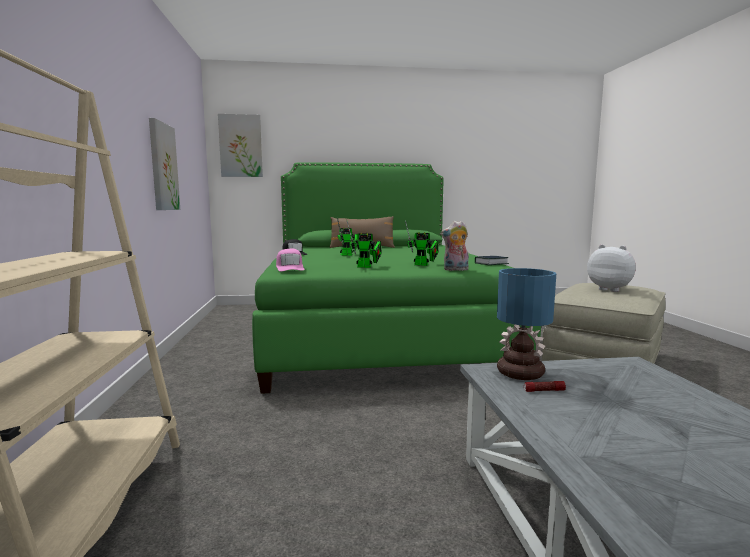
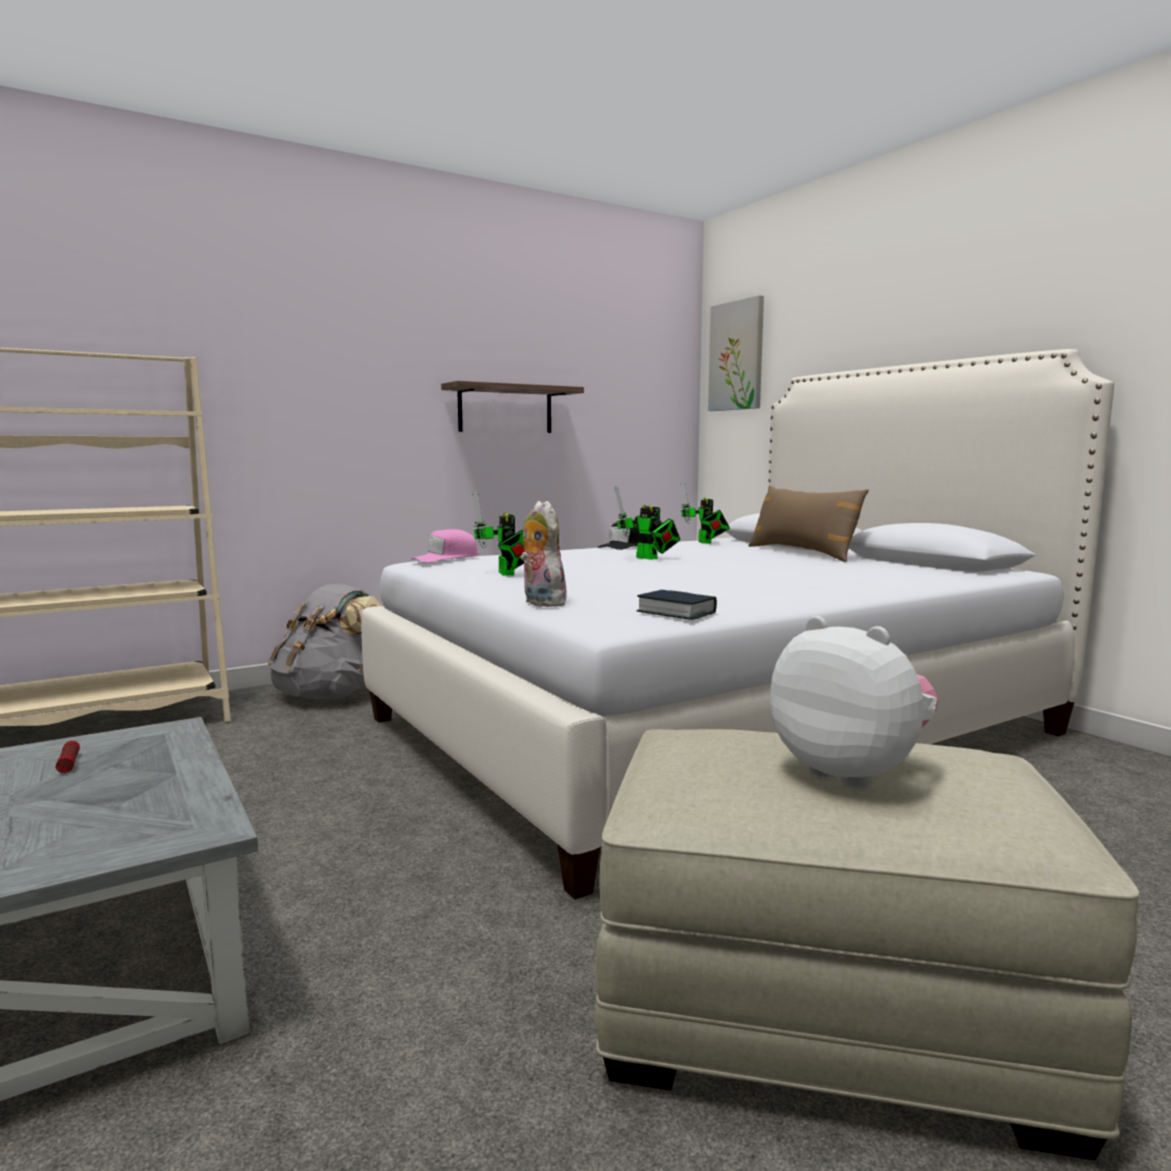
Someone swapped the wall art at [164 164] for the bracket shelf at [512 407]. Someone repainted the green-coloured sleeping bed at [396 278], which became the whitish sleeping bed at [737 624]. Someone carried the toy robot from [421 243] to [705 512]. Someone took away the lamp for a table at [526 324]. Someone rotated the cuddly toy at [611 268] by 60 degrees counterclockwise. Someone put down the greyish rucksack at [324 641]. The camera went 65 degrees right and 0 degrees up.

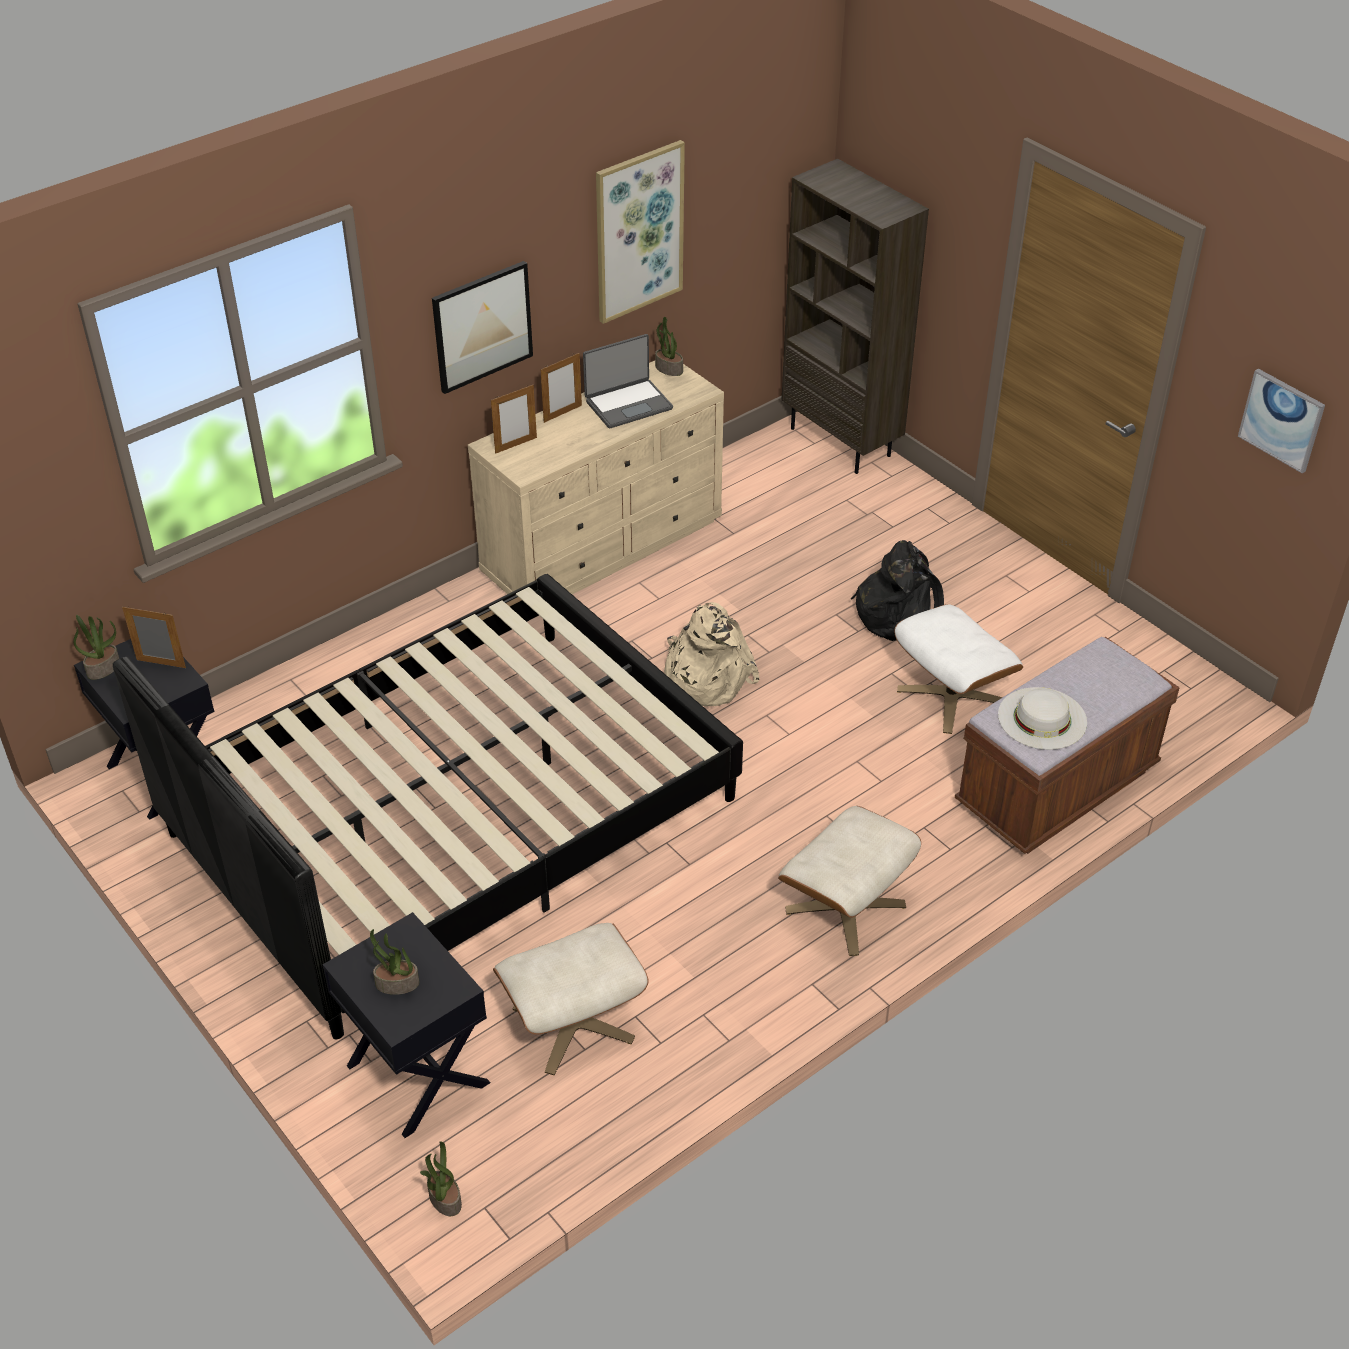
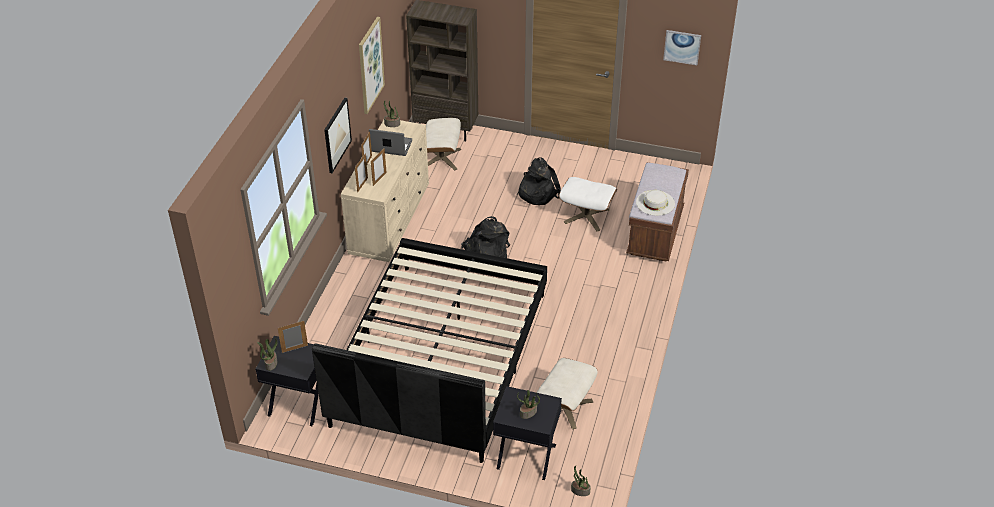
Someone rotated the laptop at [628 381] by 105 degrees counterclockwise. Someone repainted the beige rucksack at [712 654], which became the black rucksack at [485 237]. Someone carried the beige ottoman from [849 881] to [443 144]. Someone put down the photo frame at [379 167]. The camera went 35 degrees left and 0 degrees up.

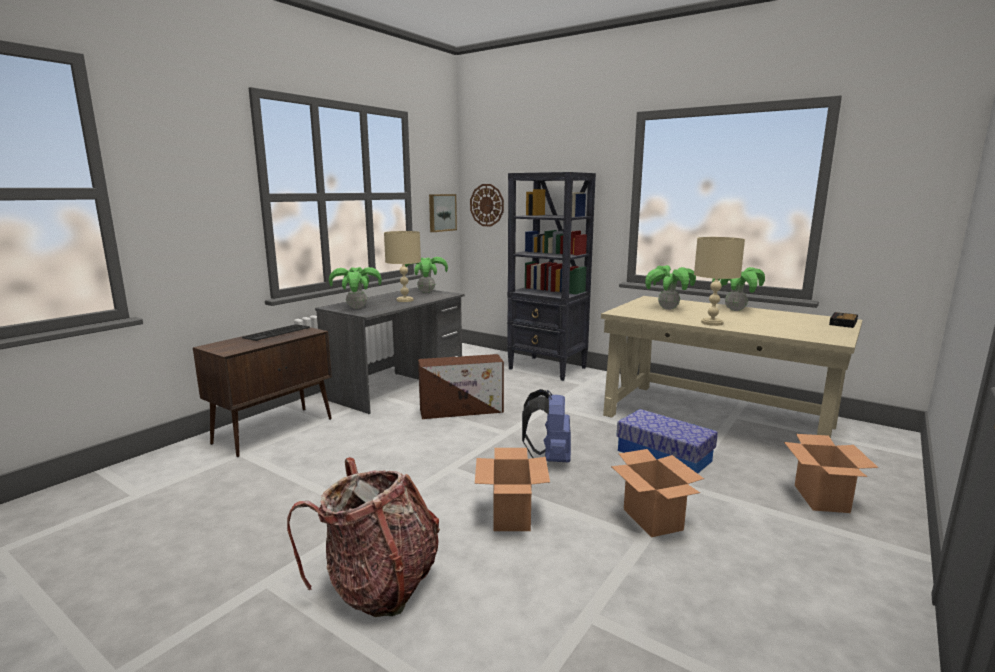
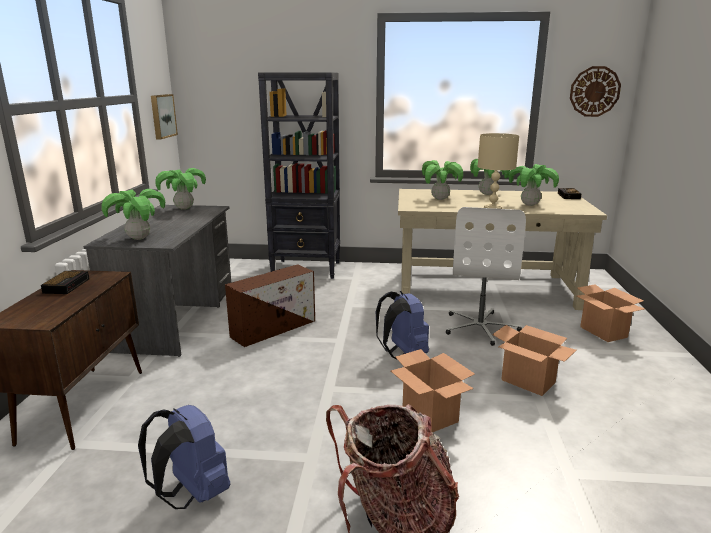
Someone swapped the PC keyboard at [276 332] for the alarm clock at [65 282]. Someone took away the beige lamp for a table at [402 266]. Someone carried the clock on the wall from [487 205] to [595 91]. Someone swapped the storage box at [667 441] for the whitish desk chair at [486 276]. Someone put down the blue rucksack at [184 457]. Someone put down the plant in a pot at [533 185]. The camera went 30 degrees left and 5 degrees up.

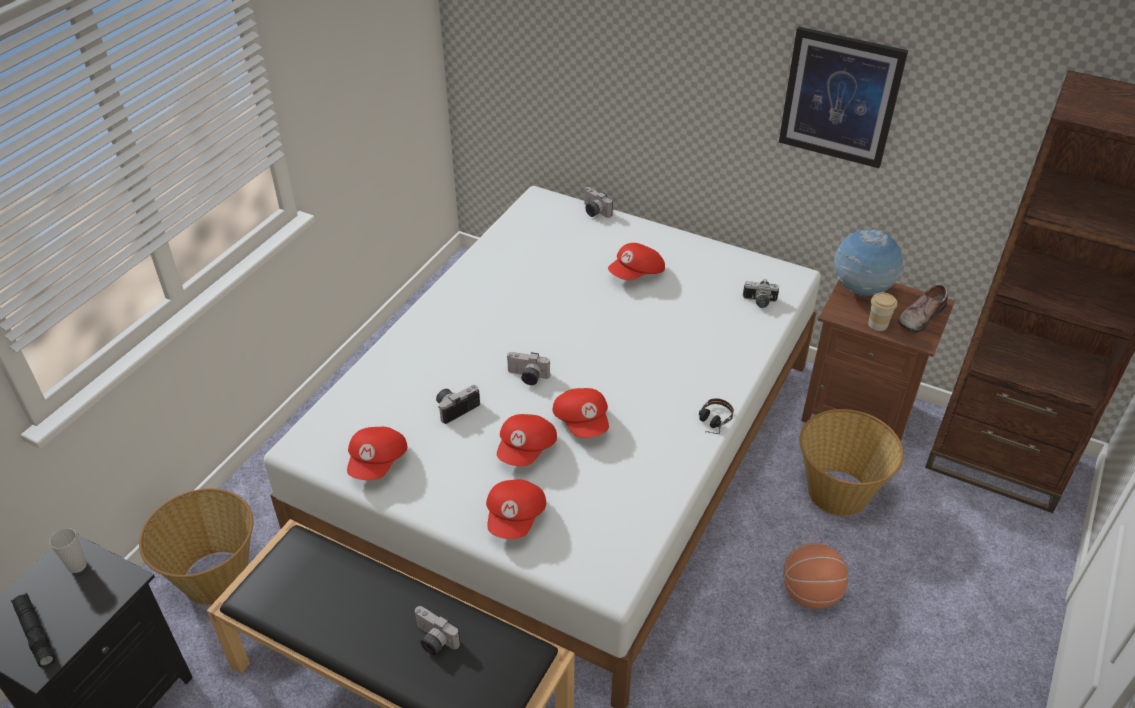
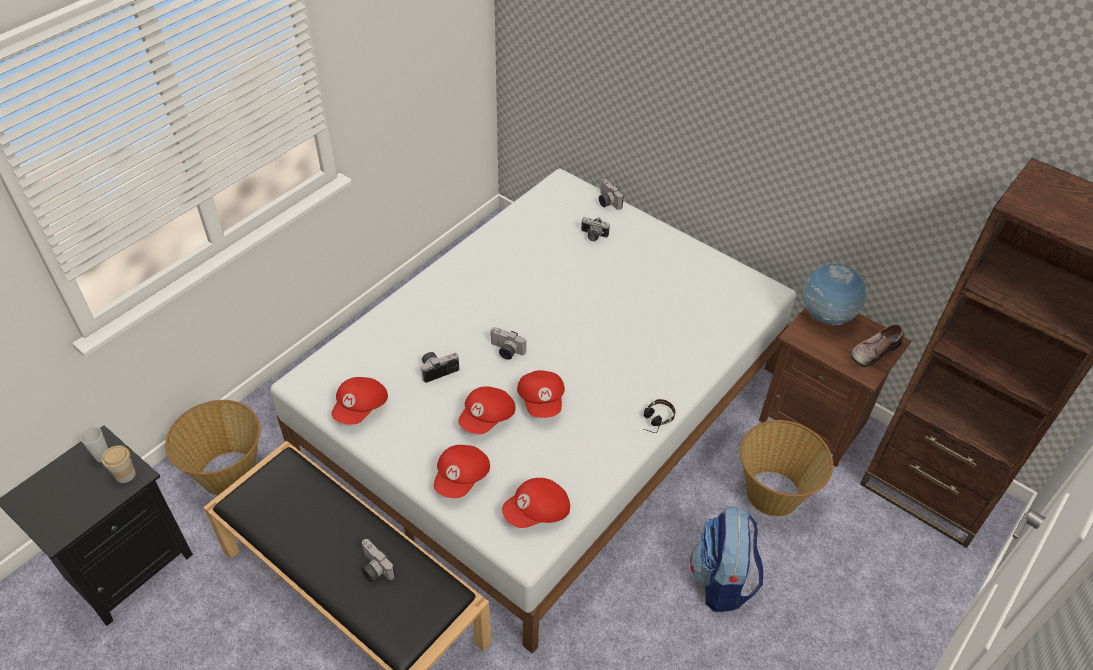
Someone took away the black flashlight at [33 630]. Someone carried the red-coloured peaked cap from [636 262] to [536 503]. Someone carried the still camera from [761 293] to [595 229]. Someone took away the wall art at [843 97]. Someone swapped the basketball at [815 576] for the rucksack at [726 559]. Someone carried the cup from [882 311] to [119 464]. The camera went 10 degrees right and 5 degrees up.

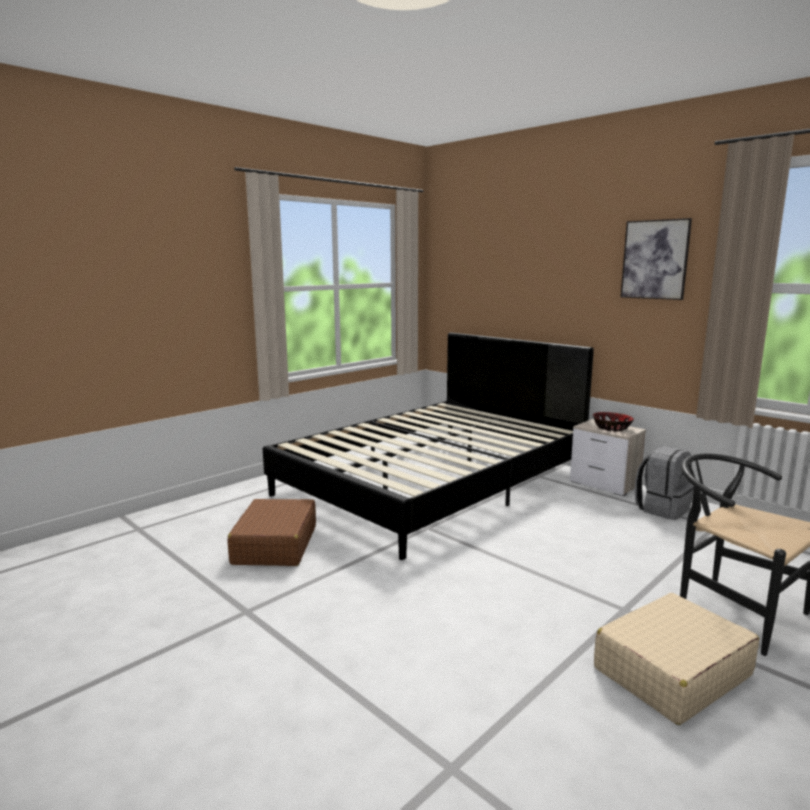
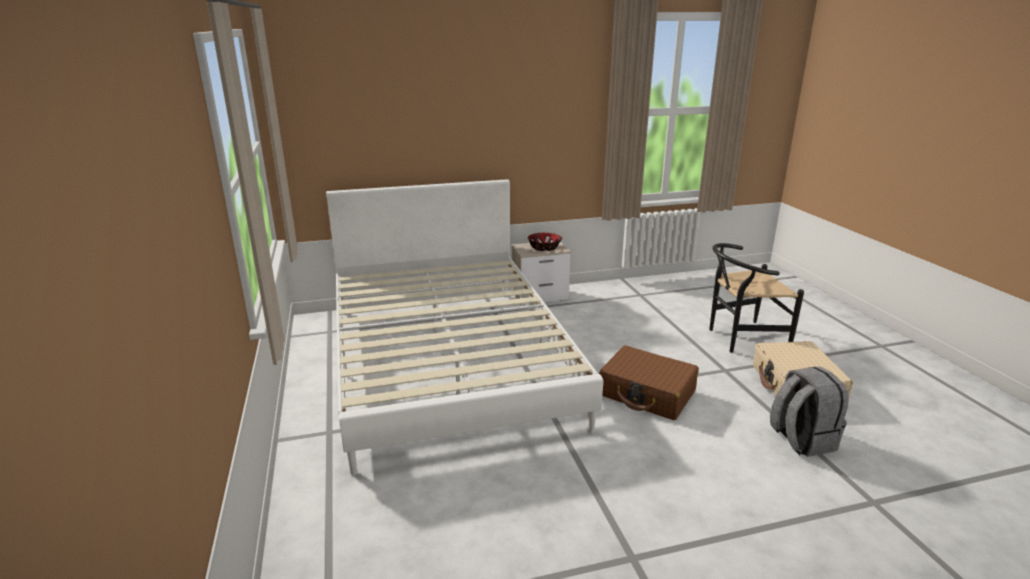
Someone carried the brown-coloured piece of luggage from [272 532] to [649 382]. Someone repainted the black sleeping bed at [428 446], which became the whitish sleeping bed at [464 327]. Someone took away the wall art at [656 259]. Someone carried the greyish rucksack from [664 483] to [809 411]. The camera went 60 degrees left and 10 degrees up.

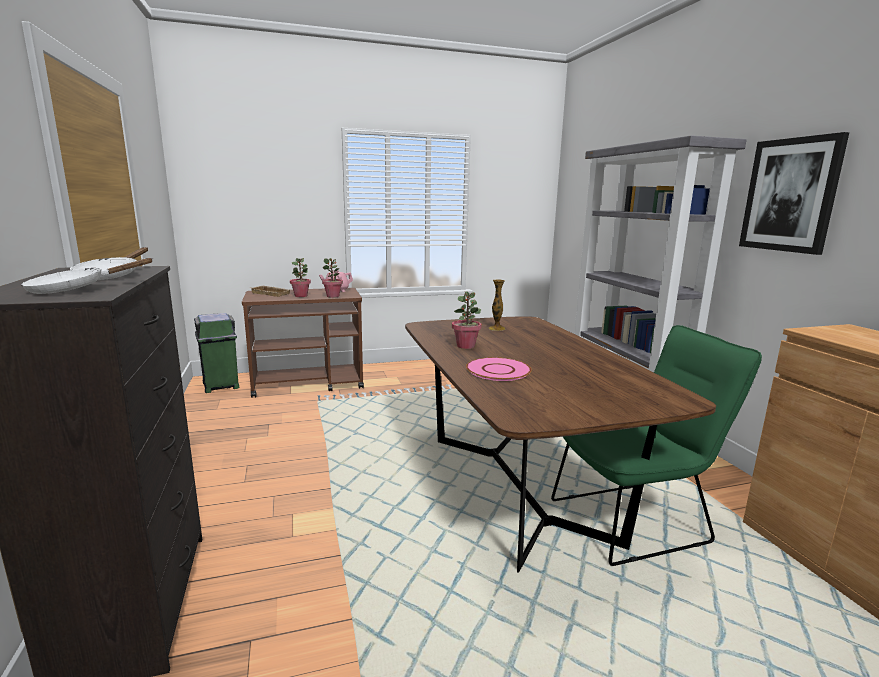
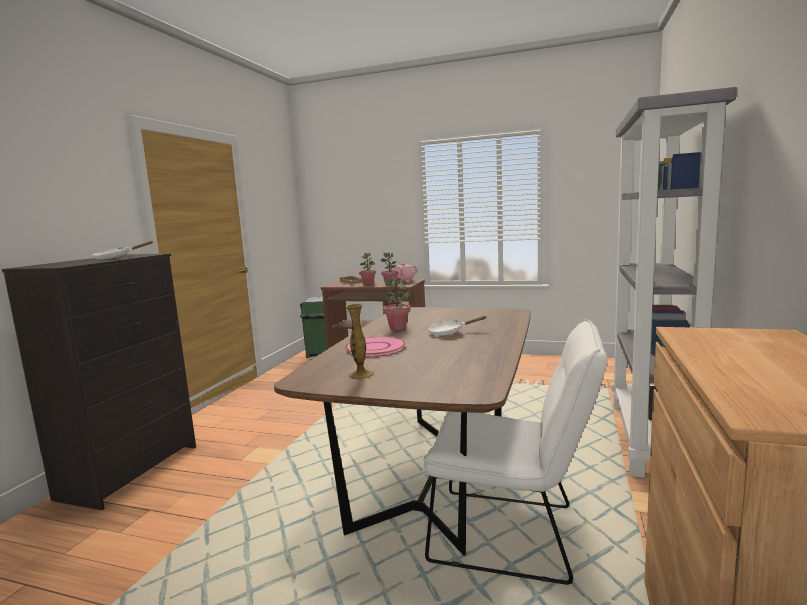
Someone carried the whitish skillet from [87 276] to [457 326]. Someone carried the decorative vase from [497 305] to [359 341]. Someone repainted the green-coloured plain chair at [656 445], which became the whitish plain chair at [515 452]. Someone took away the wall art at [794 193]. The camera went 35 degrees right and 5 degrees down.

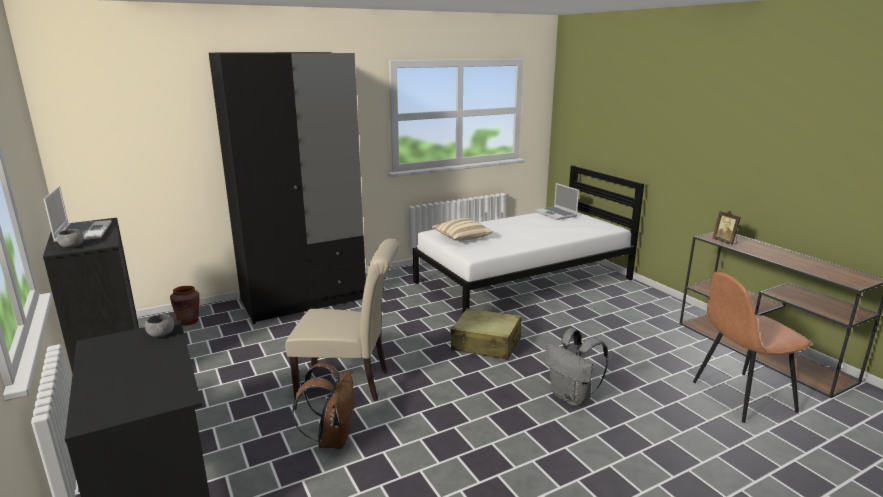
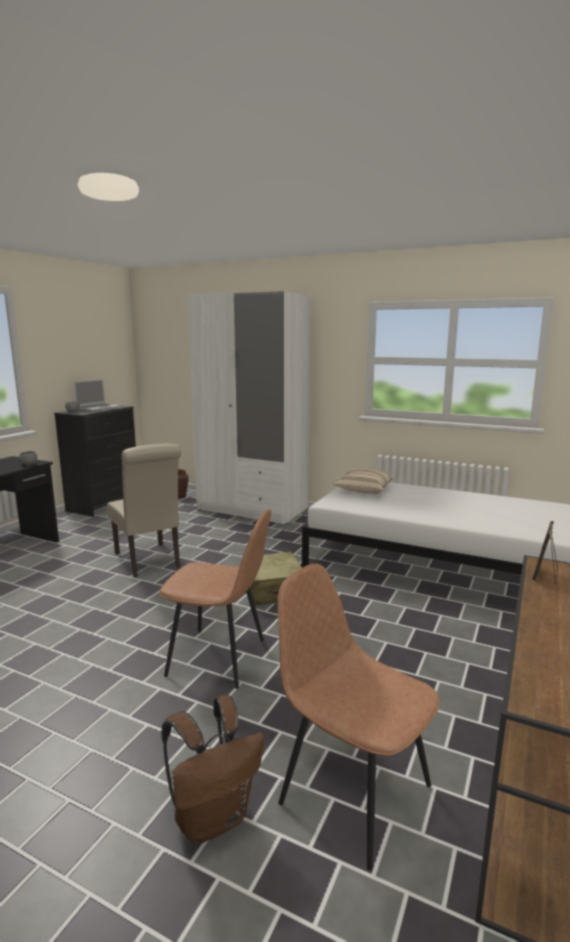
Someone repainted the black wardrobe at [287 188], which became the whitish wardrobe at [249 408]. Someone carried the brown-coloured rucksack from [323 406] to [213 769]. Someone took away the laptop at [557 201]. Someone swapped the greyish rucksack at [576 367] for the brown-coloured plain chair at [215 599]. The camera went 55 degrees right and 5 degrees down.

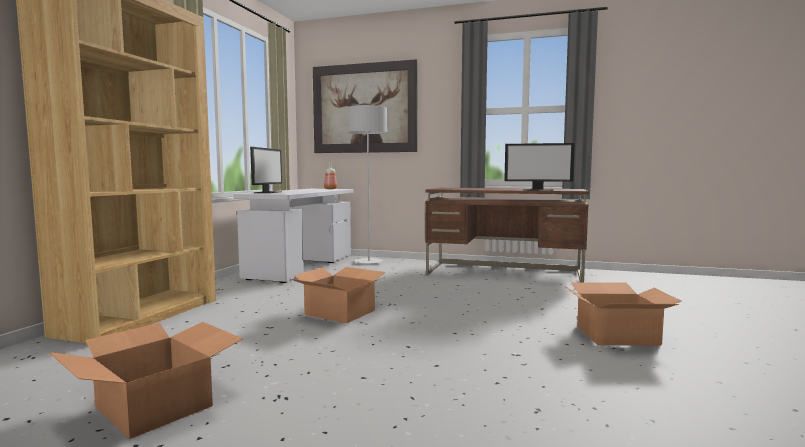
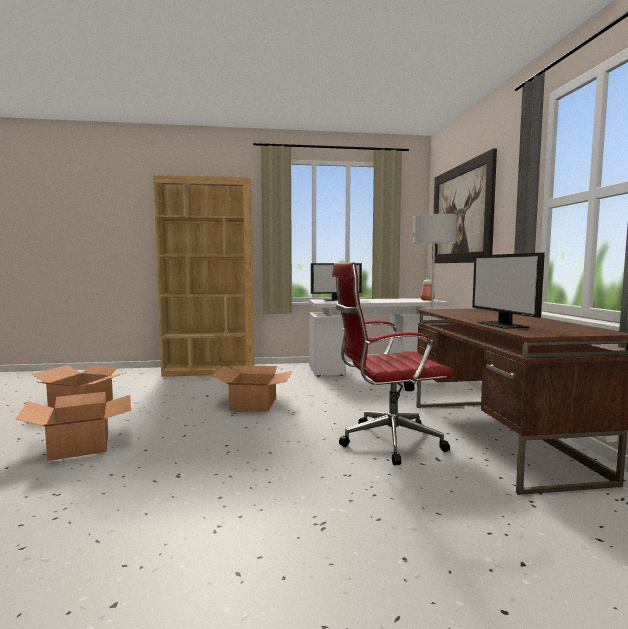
Someone carried the carton from [622 314] to [73 426]. Someone put down the red-coloured desk chair at [393 363]. The camera went 65 degrees right and 0 degrees up.

